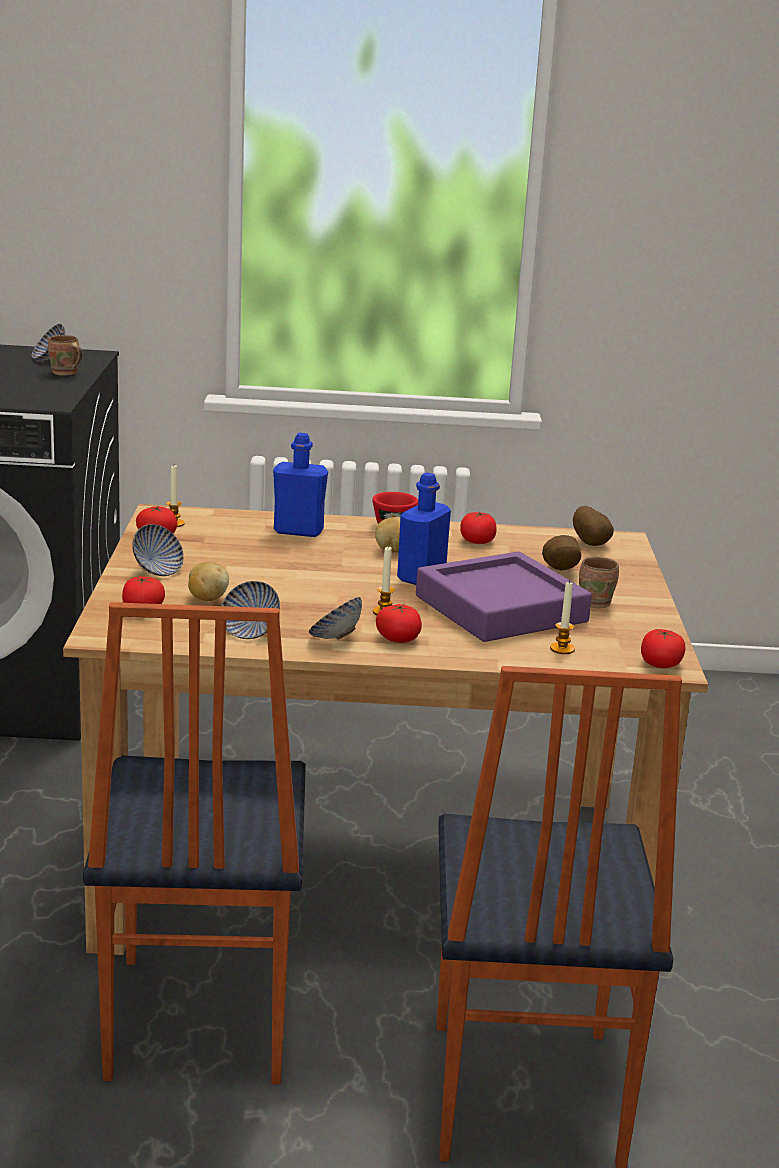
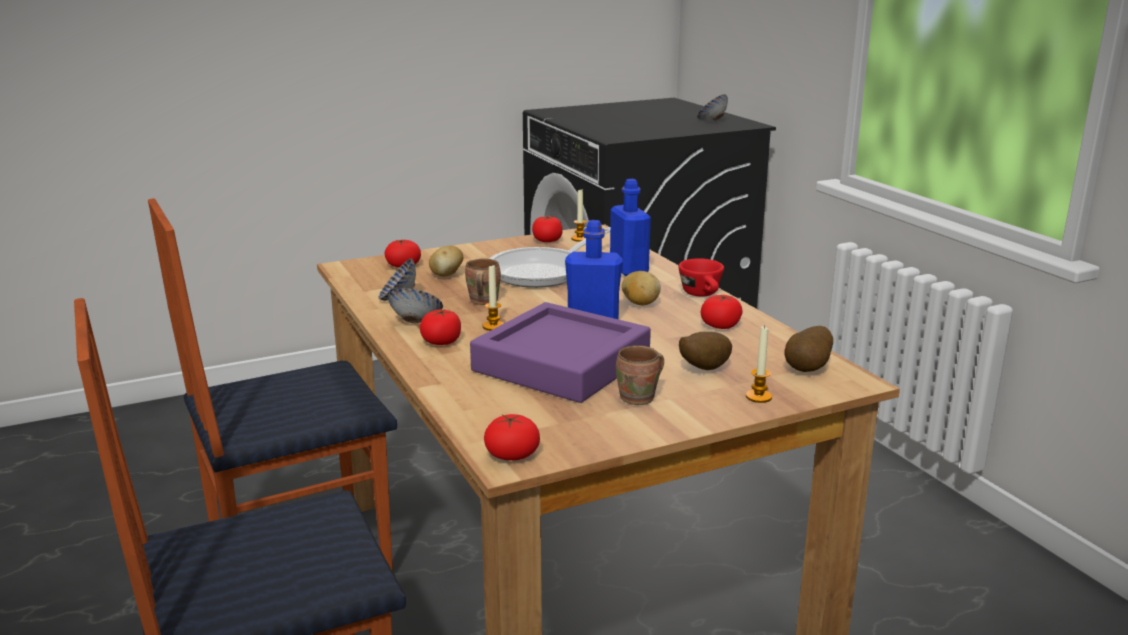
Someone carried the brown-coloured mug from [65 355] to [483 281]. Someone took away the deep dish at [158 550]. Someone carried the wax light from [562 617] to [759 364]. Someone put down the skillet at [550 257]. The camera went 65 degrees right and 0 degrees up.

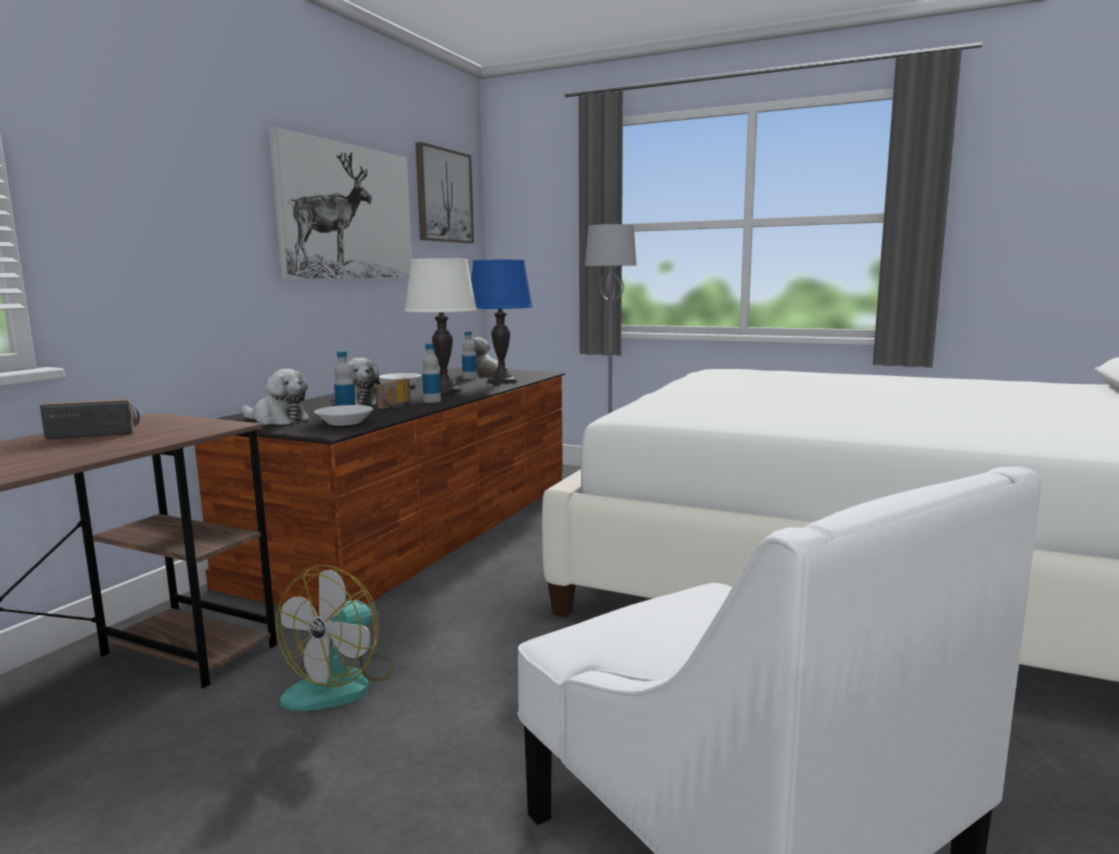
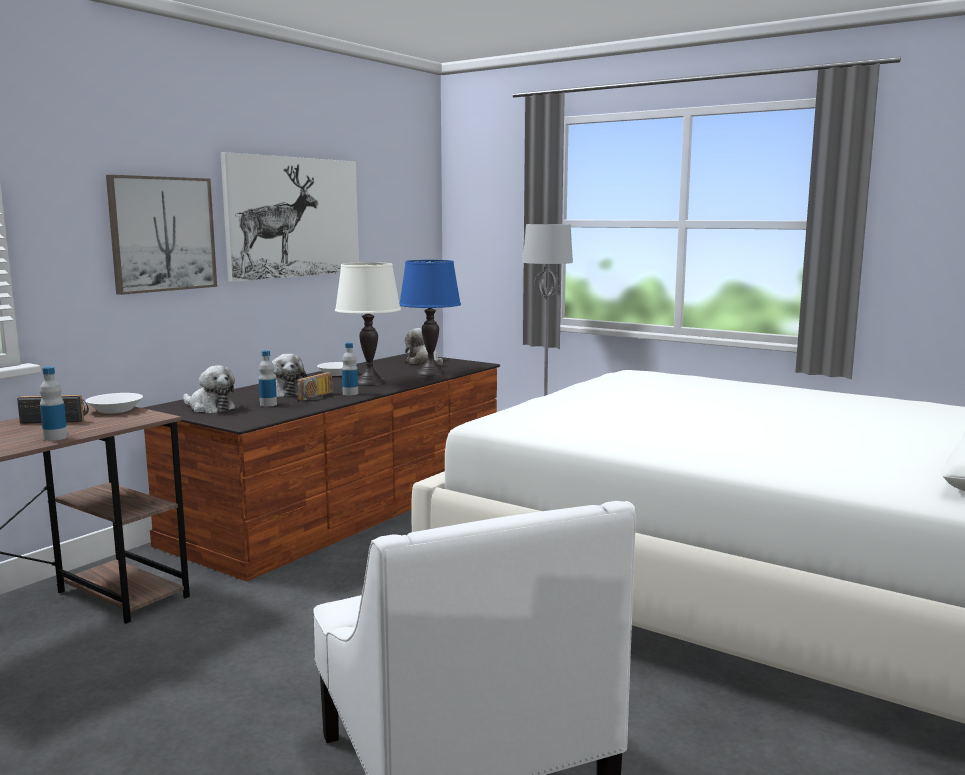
Someone took away the electric fan at [335 638]. Someone carried the whitish deep dish from [343 415] to [114 403]. Someone carried the wall art from [444 192] to [161 235]. Someone carried the drink bottle from [469 355] to [54 404]. The camera went 10 degrees right and 0 degrees up.

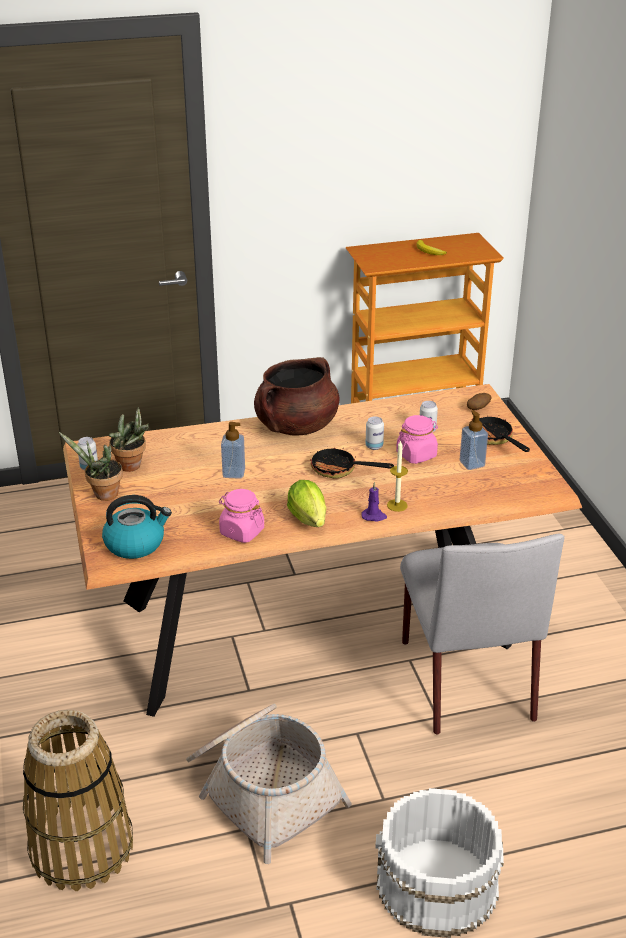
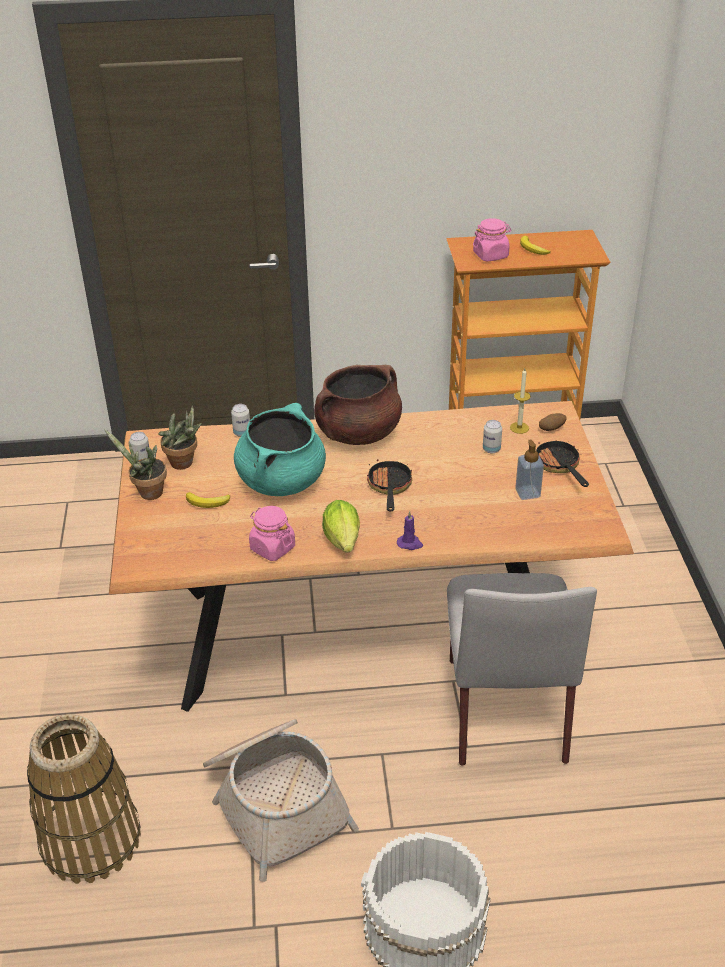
Someone took away the kettle at [137 527]. Someone swapped the soap bottle at [233 450] for the blue-green saucepot at [280 449]. Someone rotated the skillet at [352 463] by 60 degrees clockwise. Someone carried the can from [375 433] to [240 420]. Someone carried the wax light from [397 476] to [520 401]. Someone carried the pink jar from [417 439] to [492 239]. Someone put down the whole banana at [208 500]. The camera went 10 degrees right and 5 degrees up.

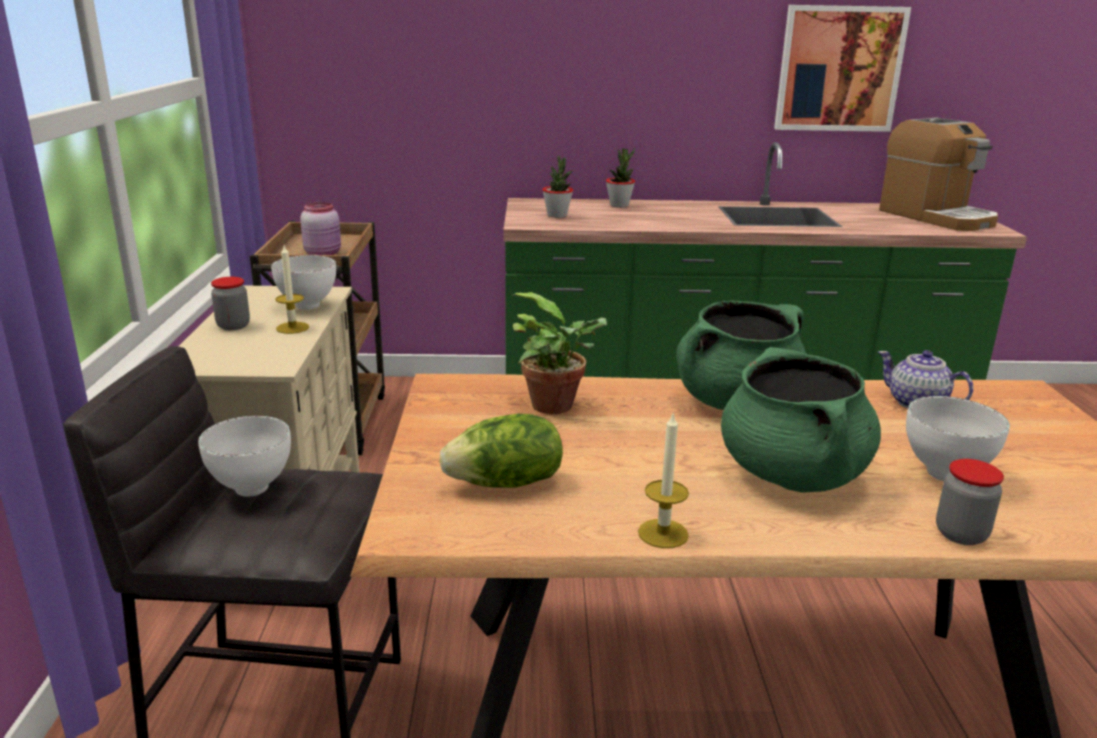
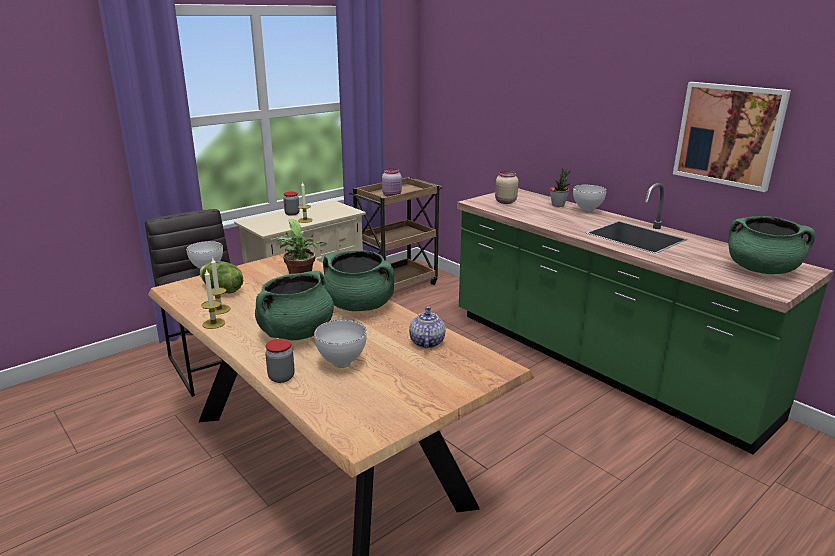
Someone carried the whitish deep dish from [303 282] to [590 199]. Someone swapped the plant in a pot at [557 187] for the beige jar at [506 187]. Someone swapped the coffee brewer at [938 174] for the green-coloured saucepot at [771 245]. Someone put down the wax light at [221 286]. The camera went 50 degrees right and 0 degrees up.

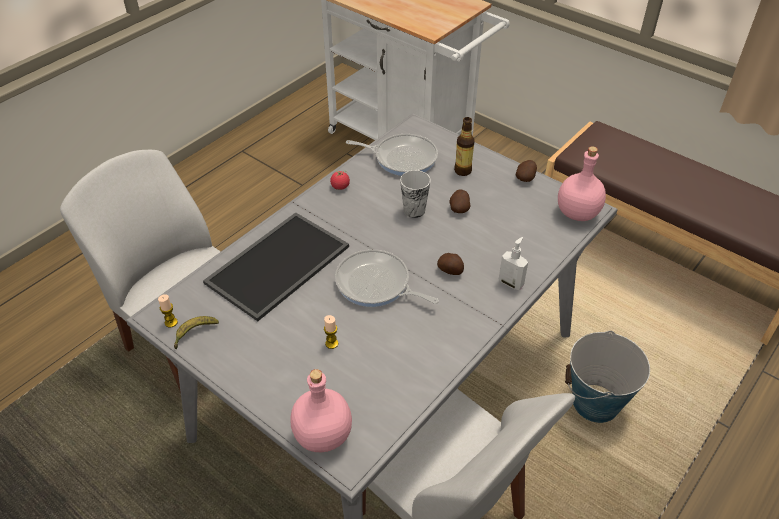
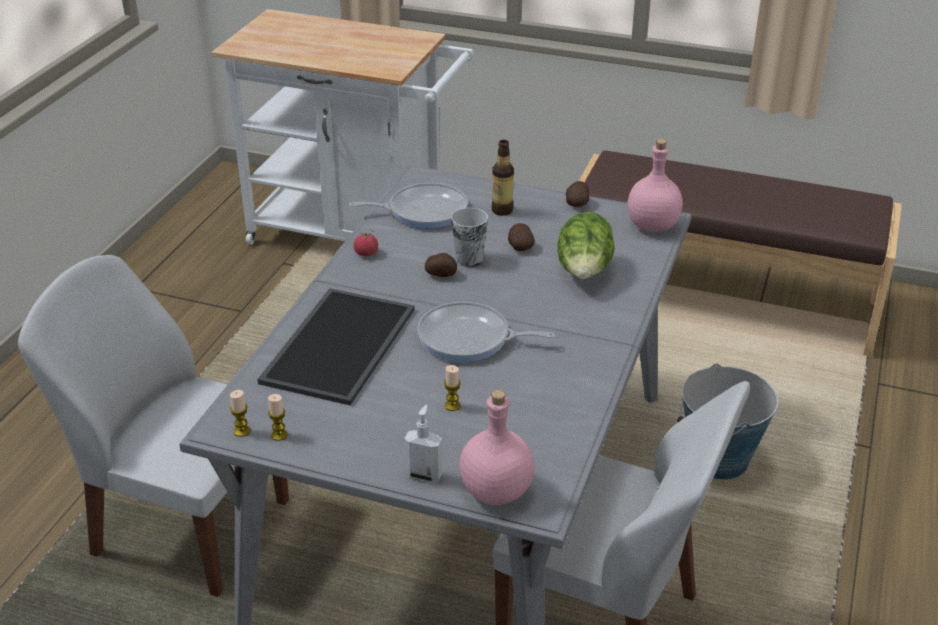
Someone swapped the whole banana at [196 332] for the wax light at [278 417]. Someone carried the spud from [450 264] to [441 265]. Someone carried the soap bottle from [513 263] to [423 443]. Someone put down the lettuce at [586 245]. The camera went 20 degrees left and 10 degrees down.

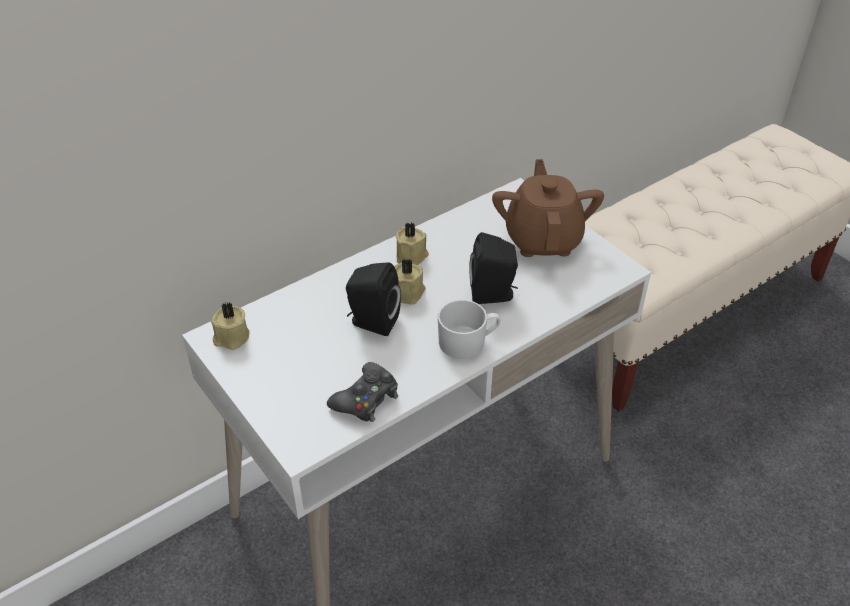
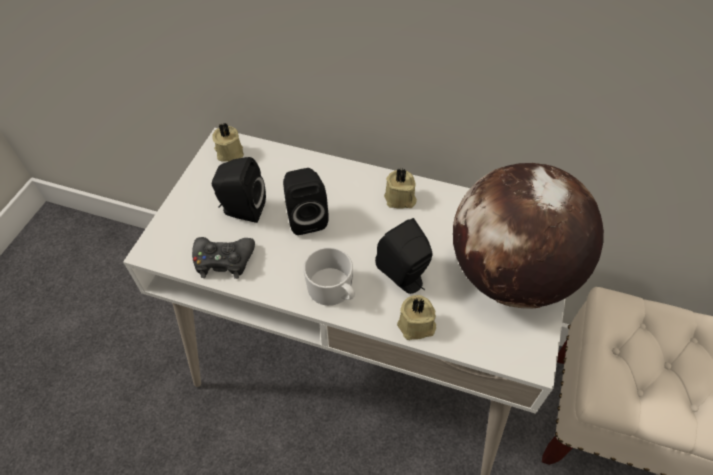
Someone carried the beige wax light from [410 282] to [416 317]. Someone swapped the brown-coloured pot for tea at [548 208] for the desk globe at [528 236]. Someone put down the black loudspeaker at [239 190]. The camera went 55 degrees right and 10 degrees up.

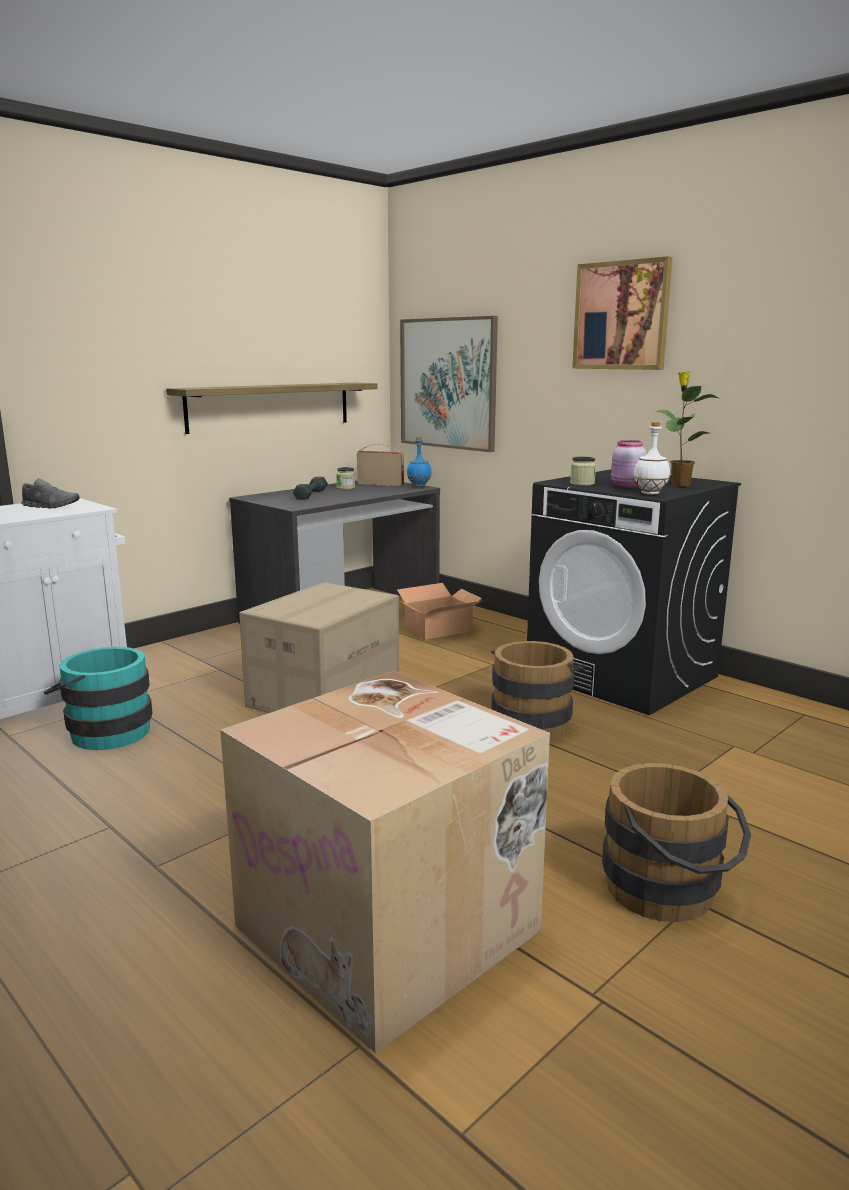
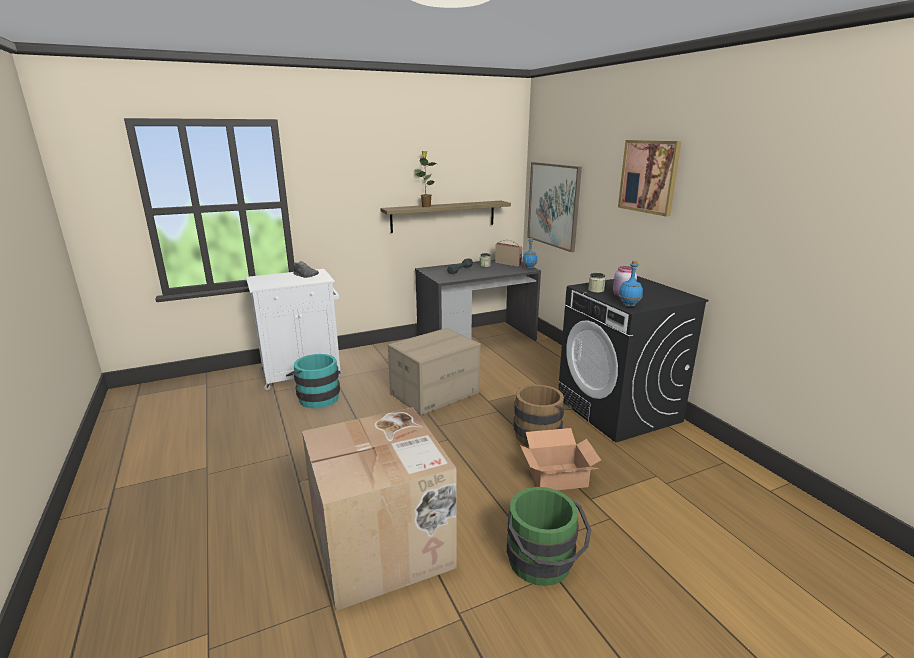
Someone carried the carton from [439 611] to [560 459]. Someone repainted the brown-coloured bucket at [676 842], which became the green-coloured bucket at [549 536]. Someone repainted the whitish drink bottle at [651 458], which became the blue drink bottle at [630 284]. Someone carried the plant in a pot from [686 429] to [425 179]. The camera went 20 degrees right and 5 degrees up.

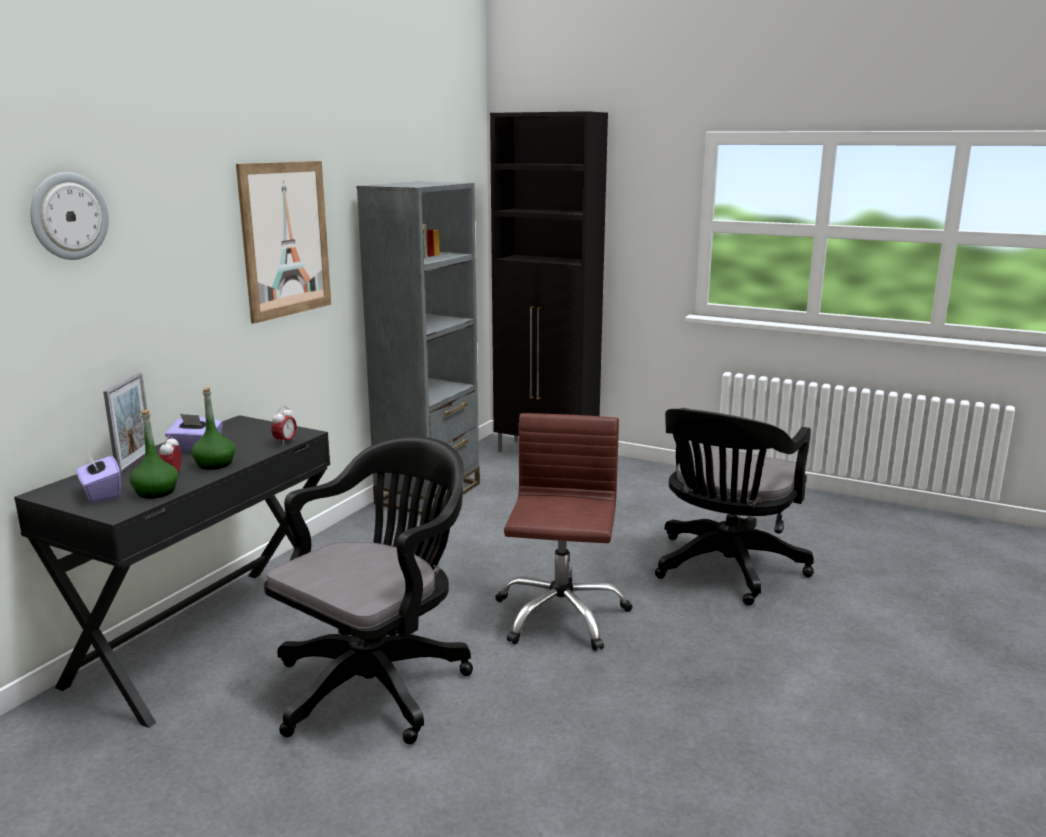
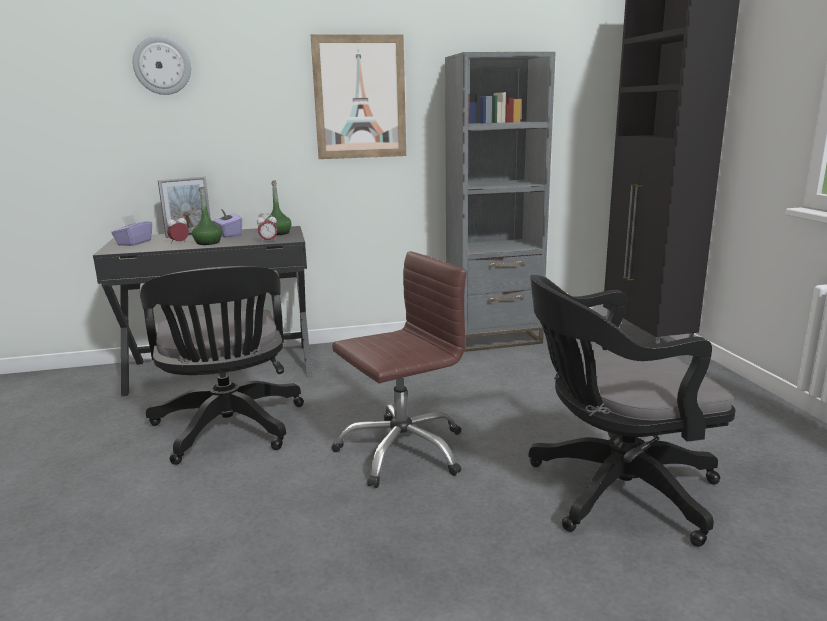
Someone carried the green-coloured drink bottle from [154 454] to [278 207]. Someone rotated the black desk chair at [368 590] by 75 degrees clockwise. The camera went 50 degrees right and 0 degrees up.

